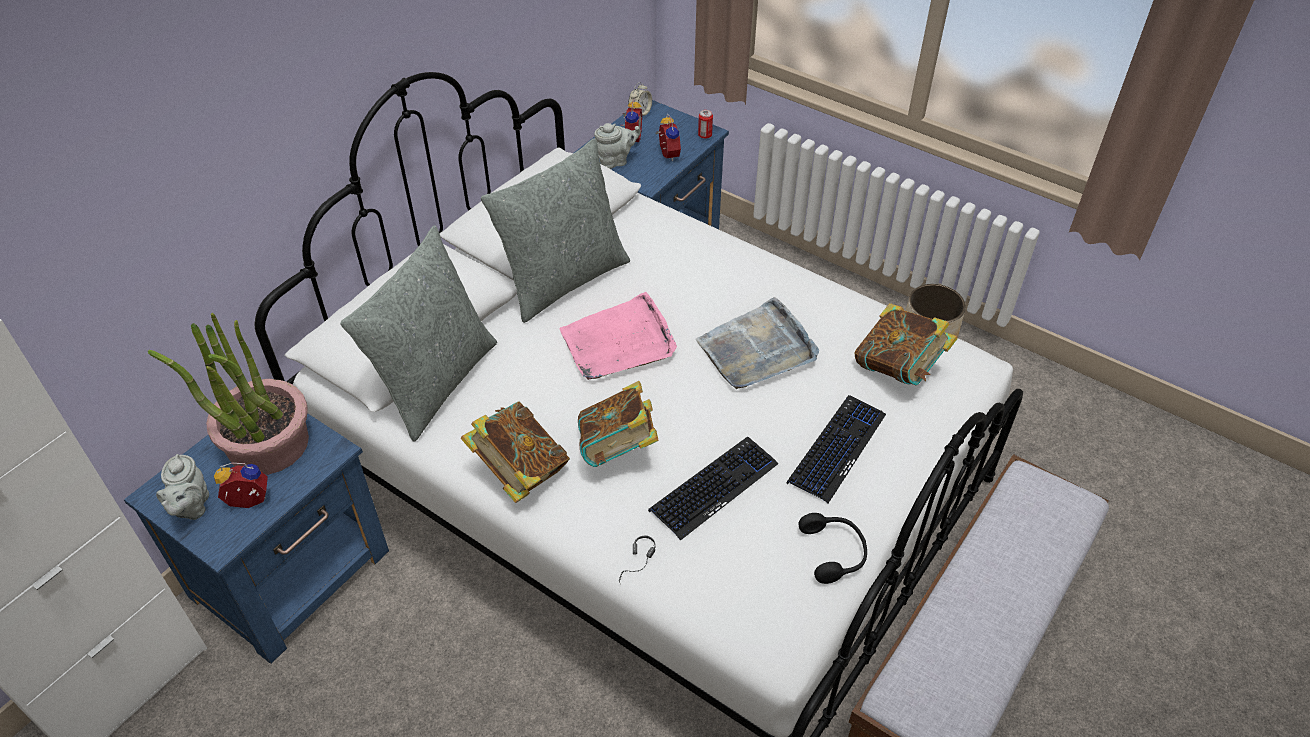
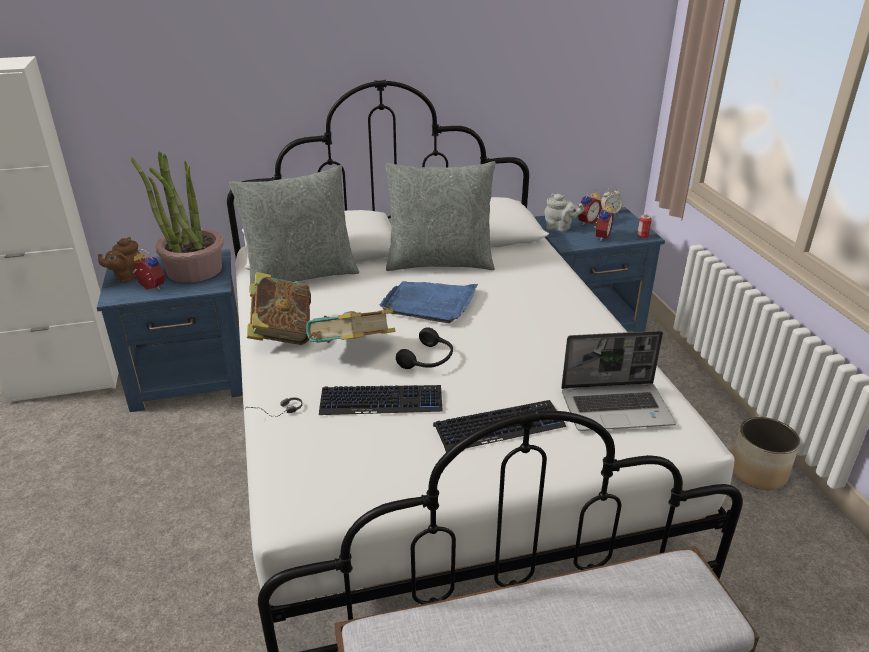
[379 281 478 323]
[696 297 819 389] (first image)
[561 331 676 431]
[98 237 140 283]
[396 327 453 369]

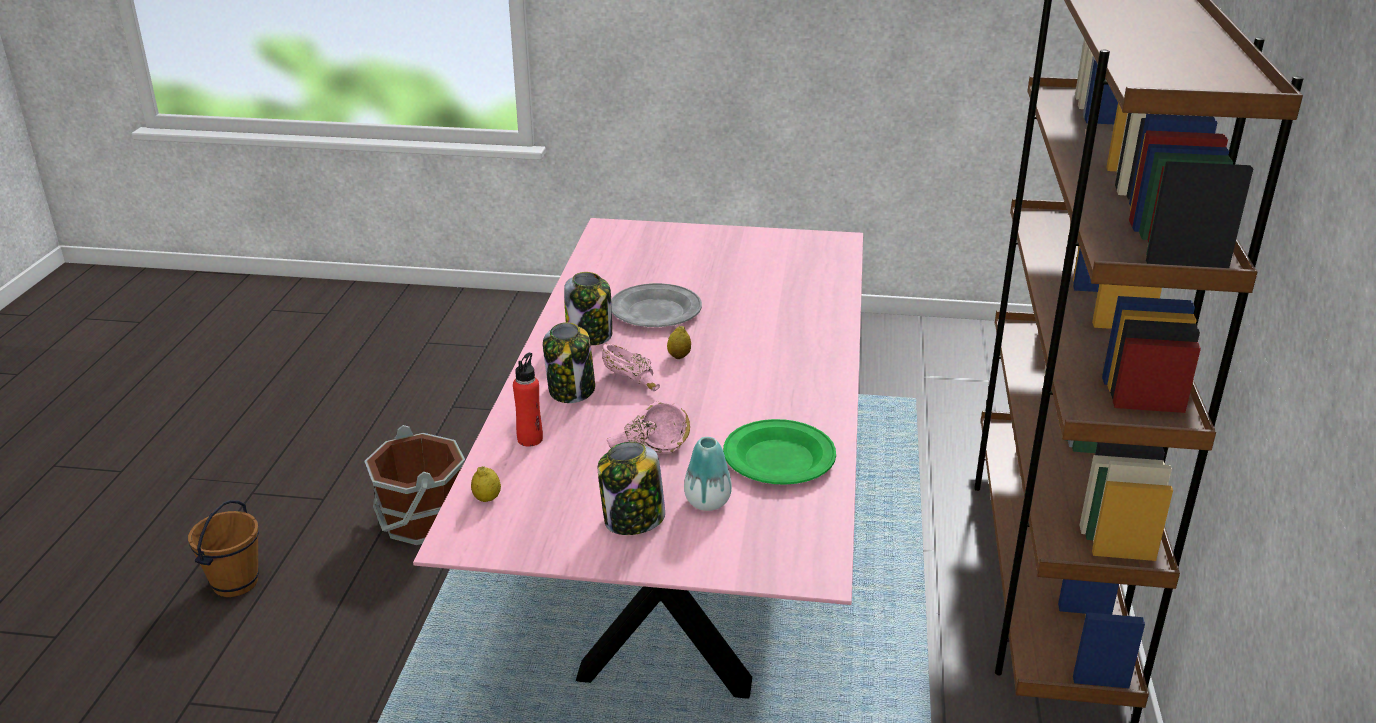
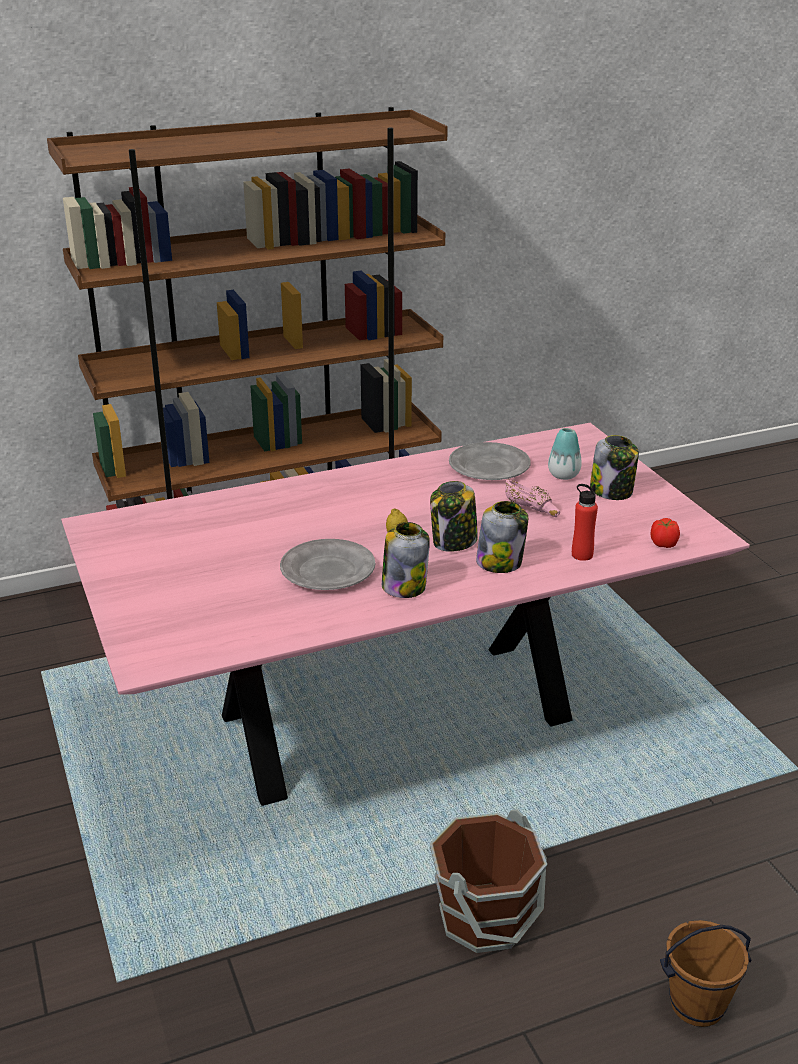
[430 481 478 552]
[449 442 531 480]
[651 518 680 548]

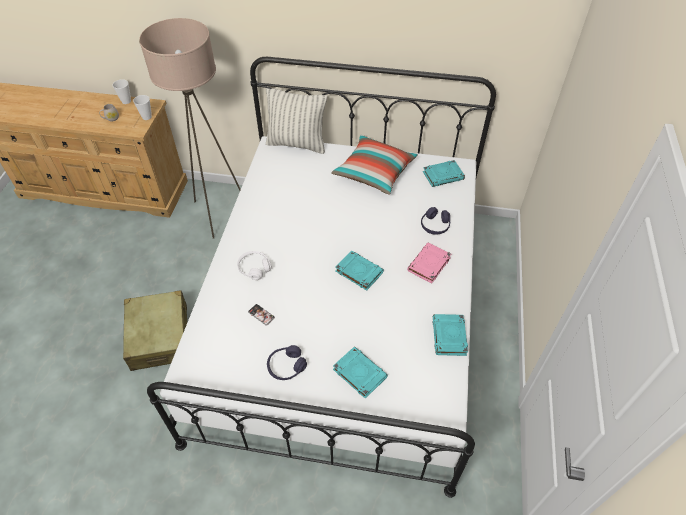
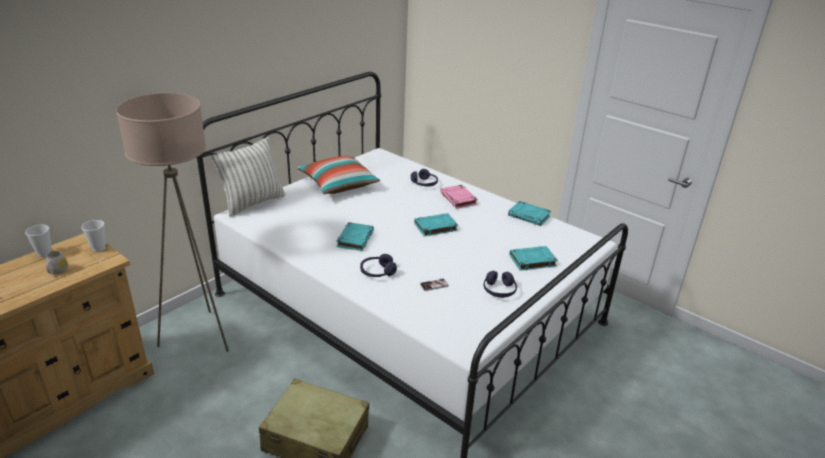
[336 222 374 251]
[360 254 397 277]

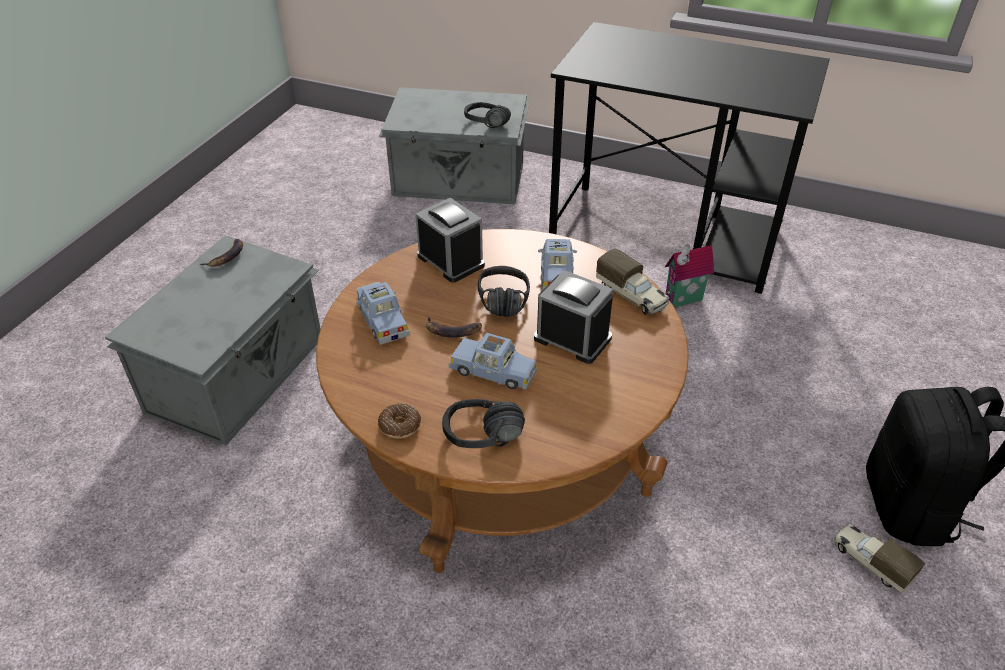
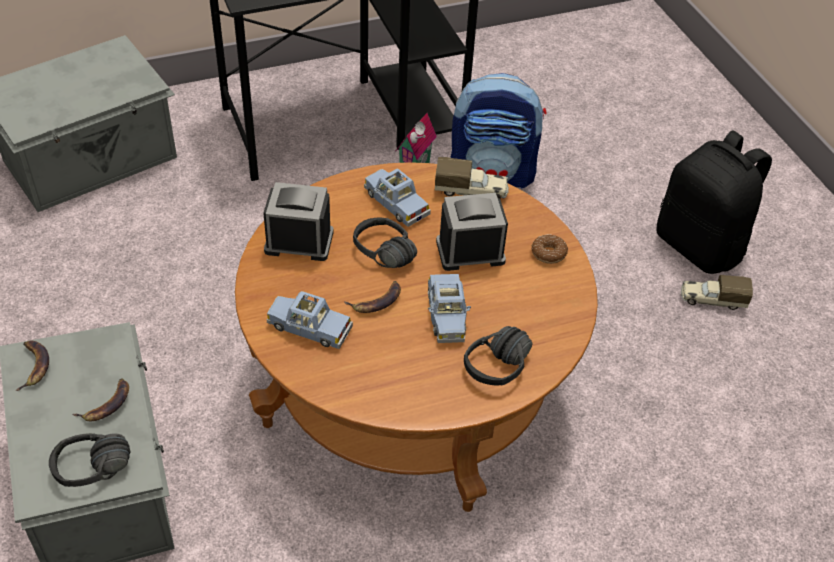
[49 433 130 487]
[428 274 471 343]
[532 234 568 264]
[450 73 547 189]
[73 378 129 422]

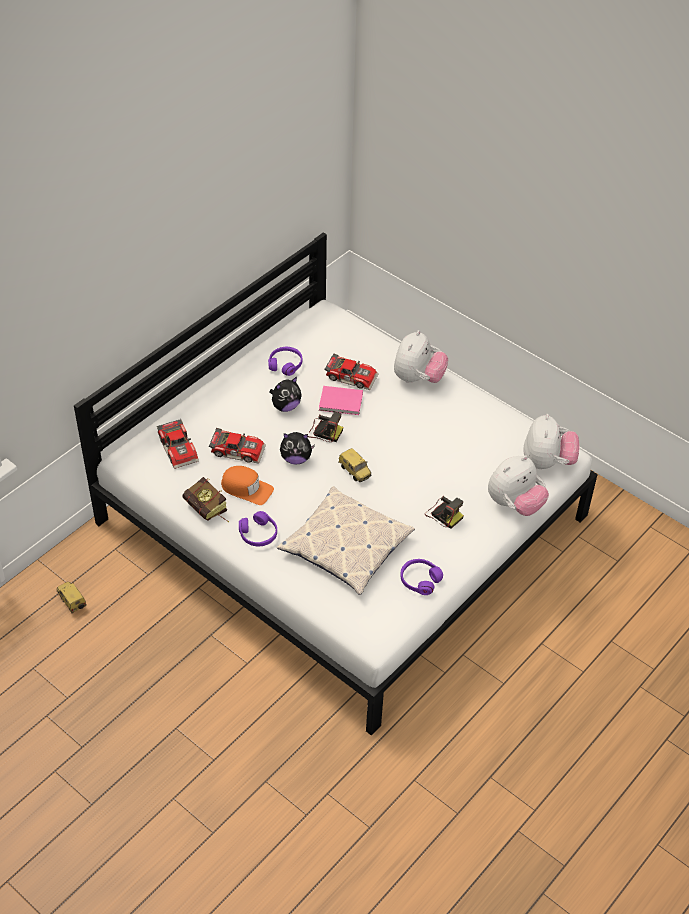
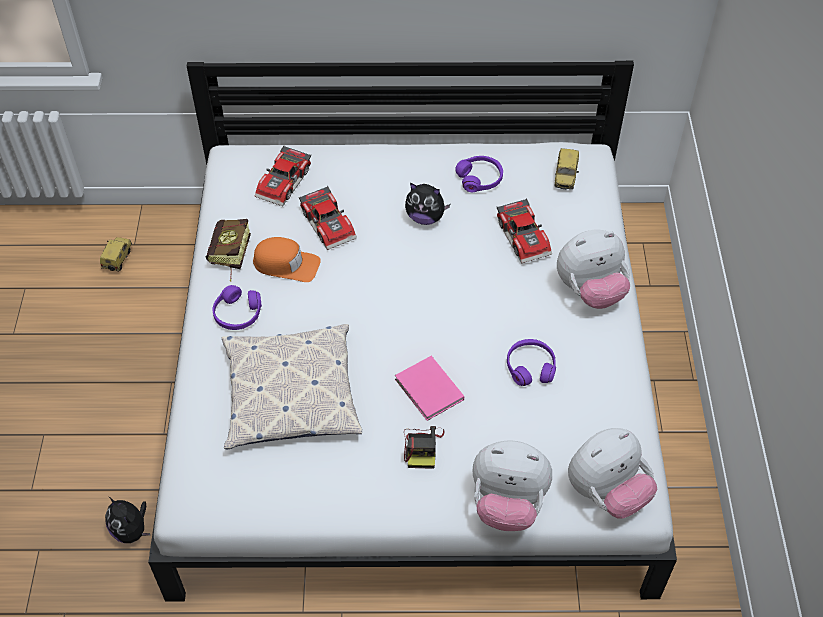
[395 356 464 421]
[308 412 343 442] (first image)
[105 497 151 543]
[554 148 579 190]
[253 237 321 282]
[507 339 556 386]

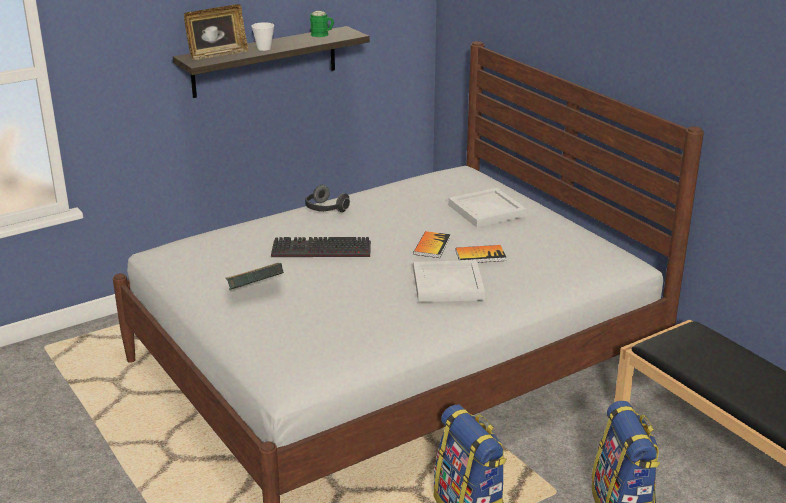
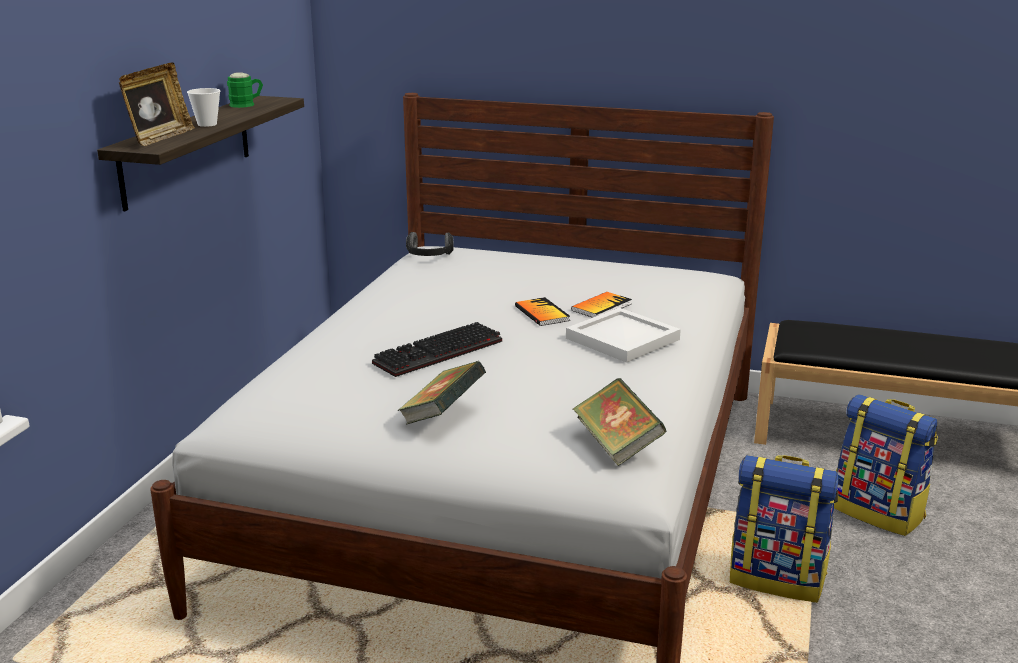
[406 232 454 256]
[448 188 527 228] (first image)
[573 378 666 466]

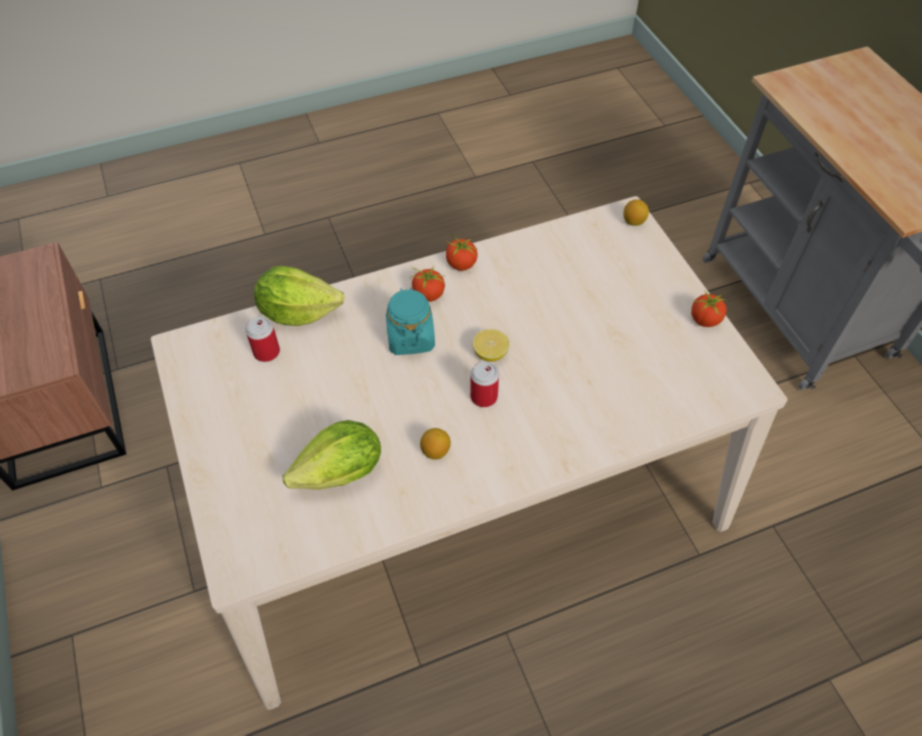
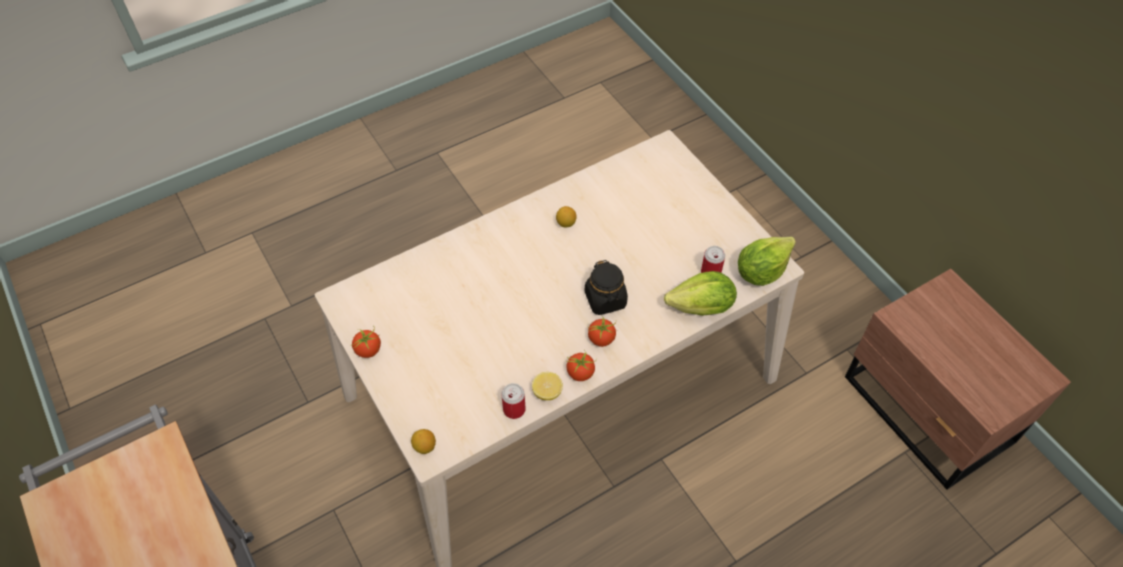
[585 260 628 315]
[532 372 563 400]
[501 383 526 419]
[738 237 796 286]

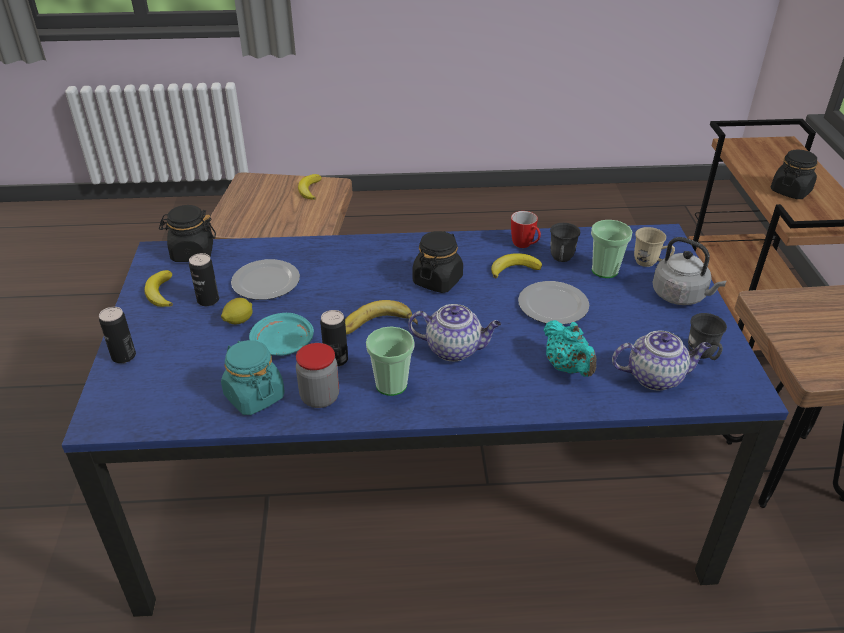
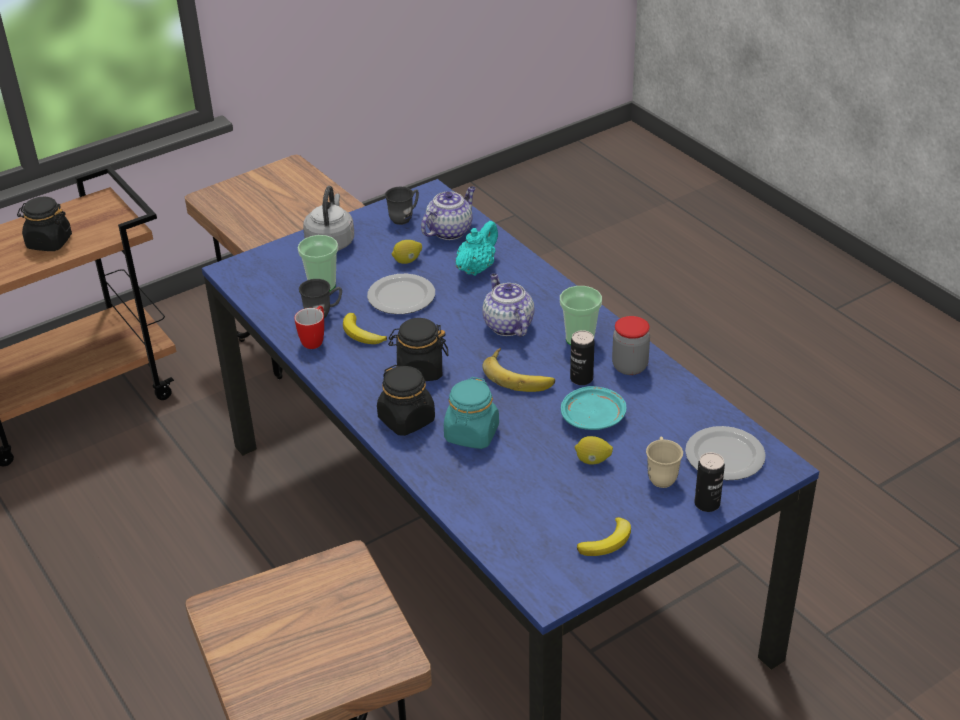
[298 174 322 200] (first image)
[377 365 435 436]
[646 436 683 488]
[189 253 219 306] (first image)
[685 426 766 480]
[421 186 476 240]
[444 377 499 449]
[392 240 422 264]

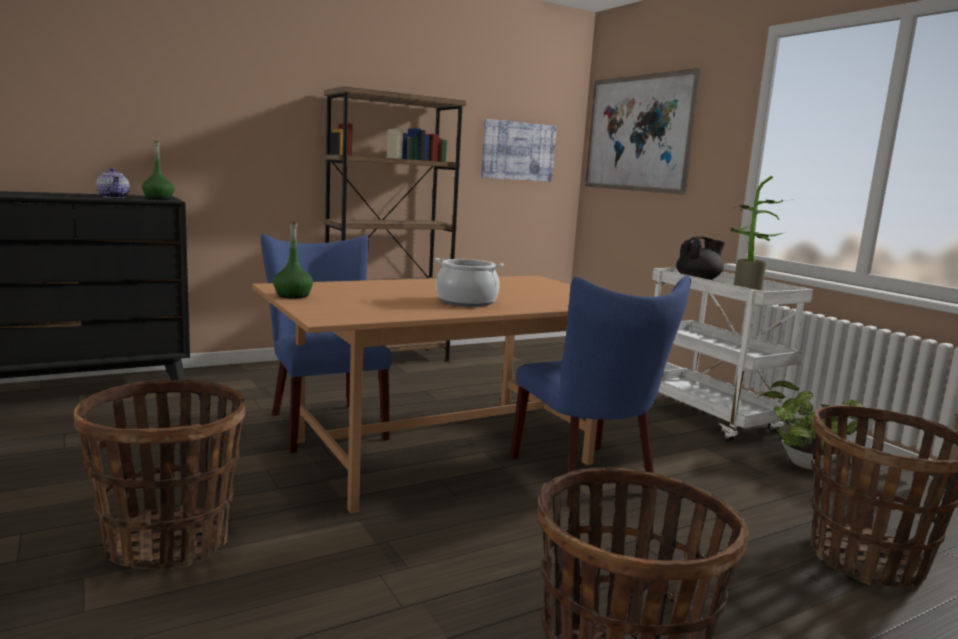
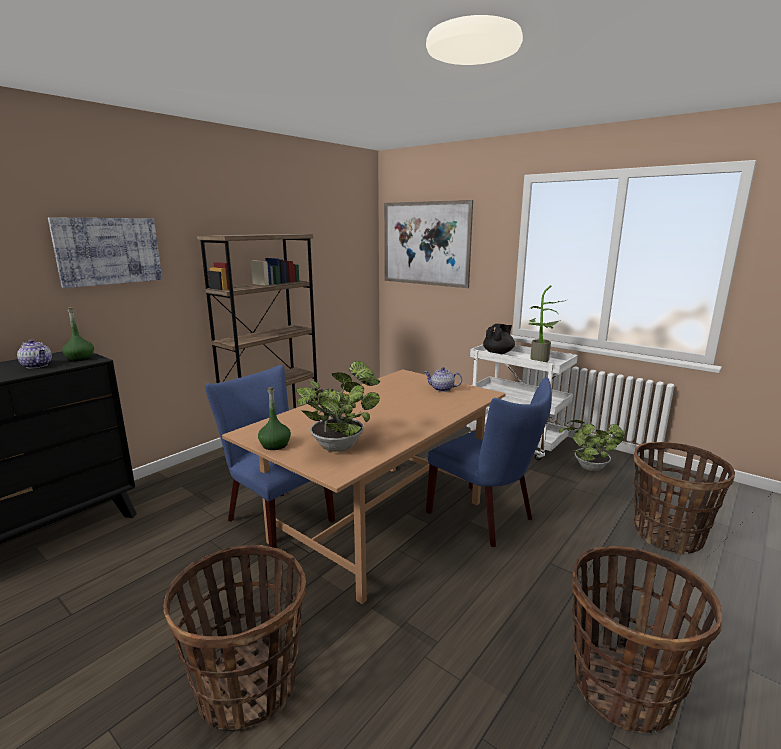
[48 218 162 288]
[434 258 504 307] (first image)
[296 361 380 452]
[424 367 462 392]

